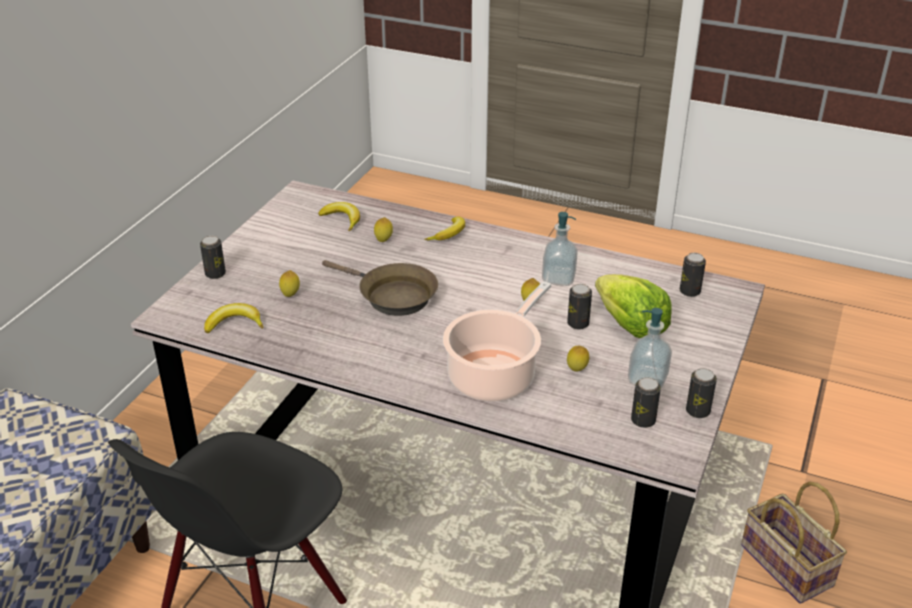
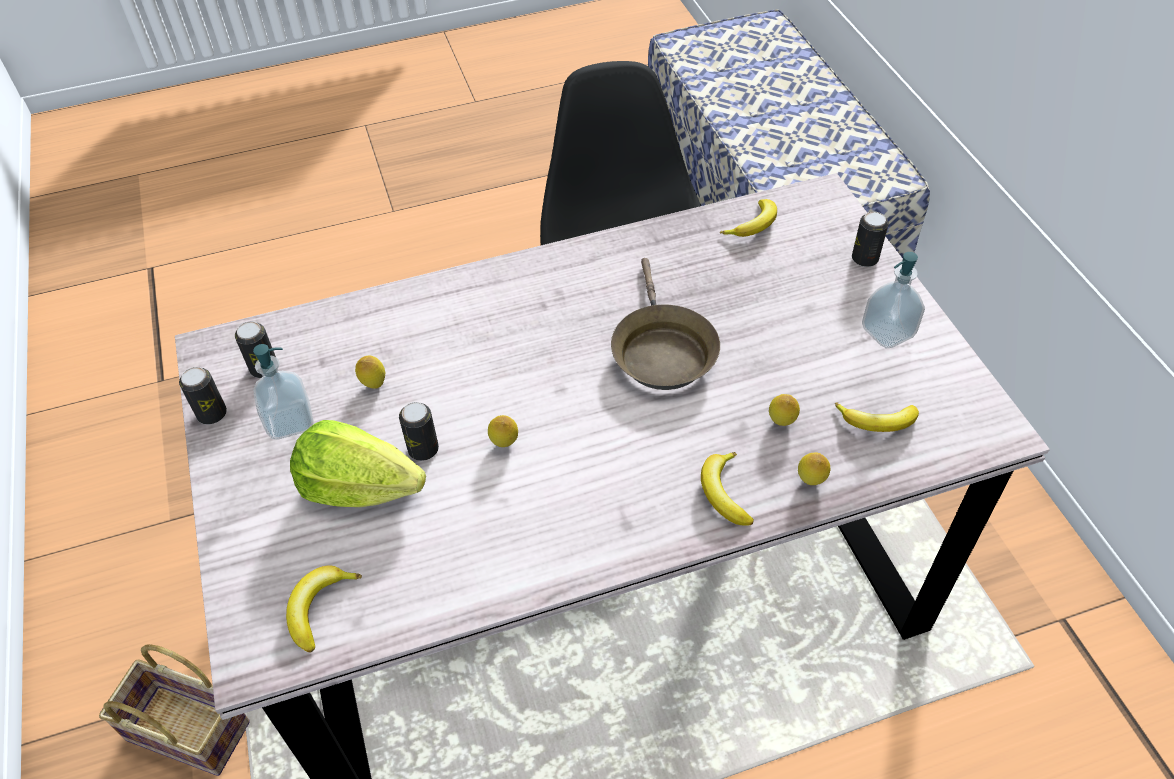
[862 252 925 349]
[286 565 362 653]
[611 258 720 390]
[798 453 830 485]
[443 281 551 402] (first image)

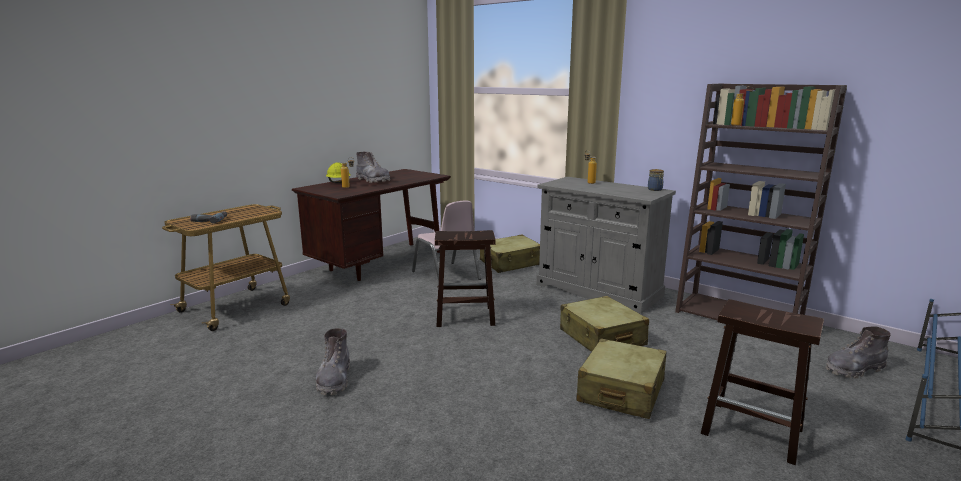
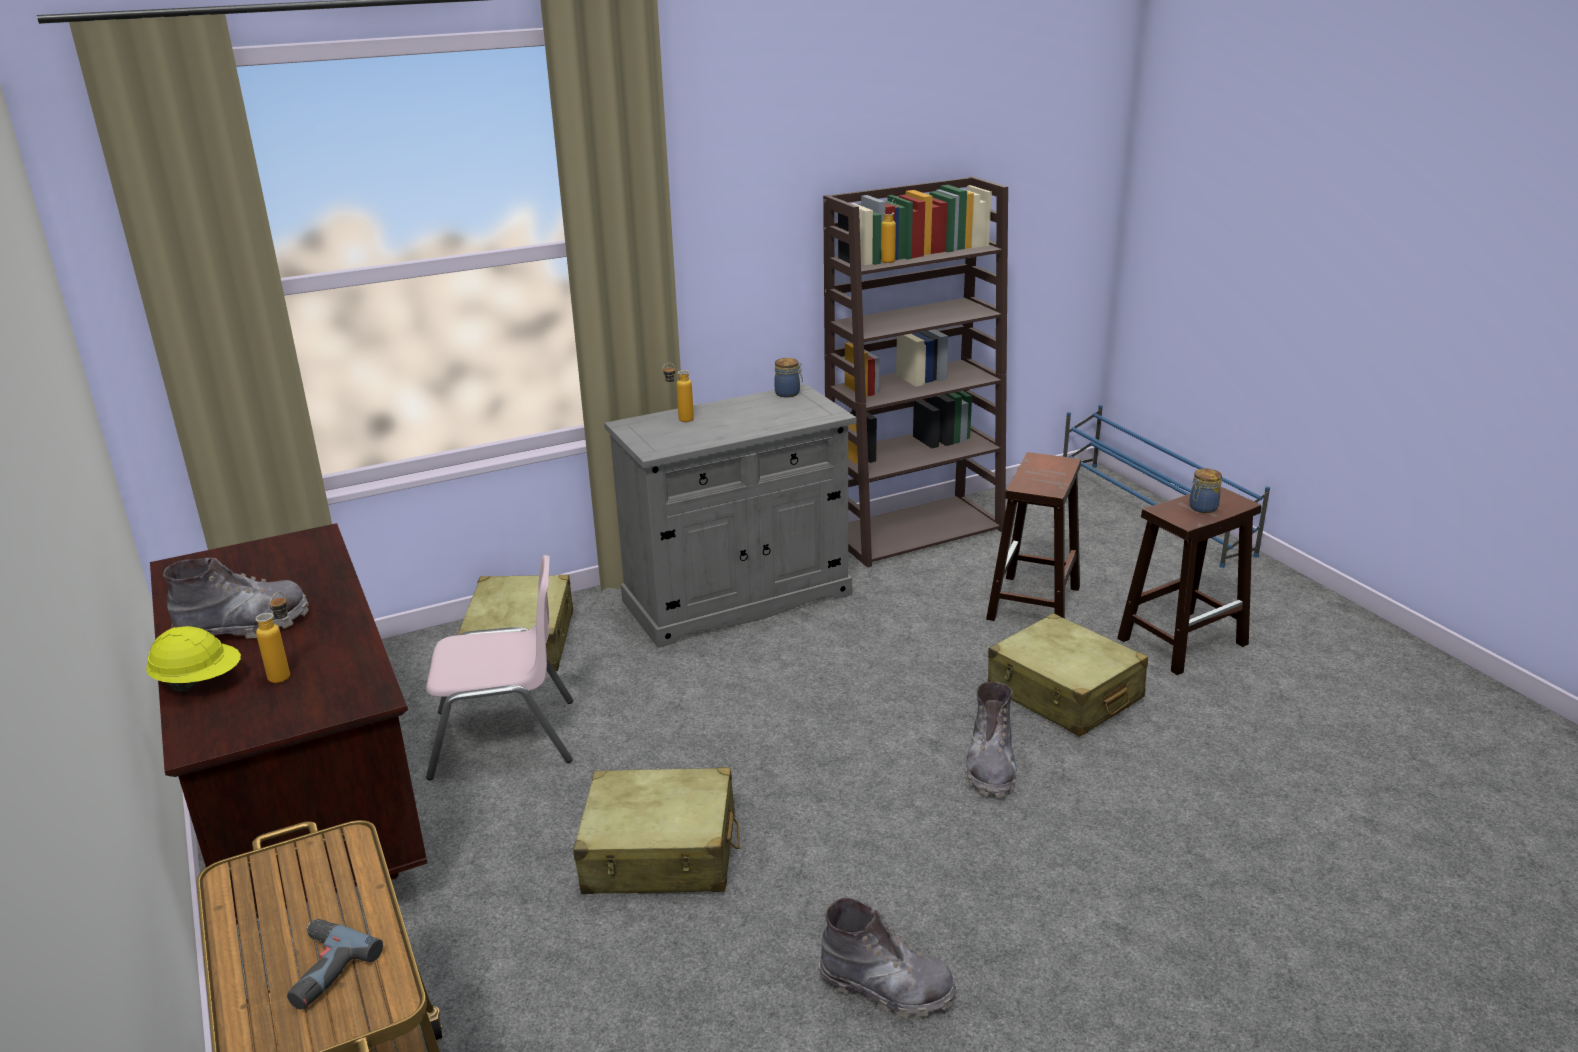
[986 452 1081 621]
[573 767 740 894]
[965 682 1017 798]
[1189 468 1222 513]

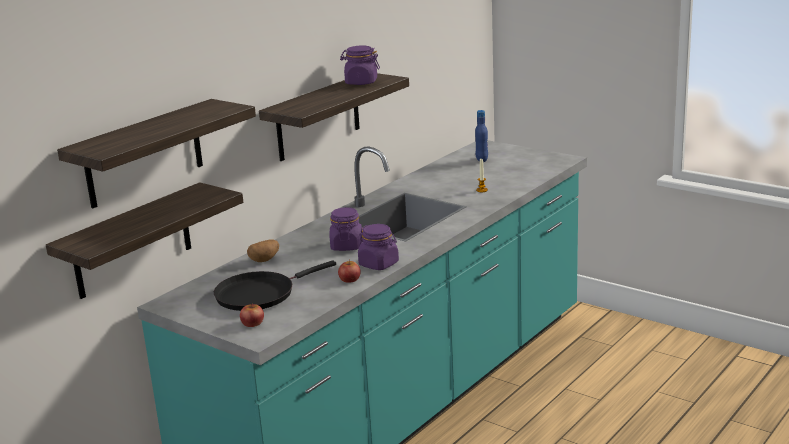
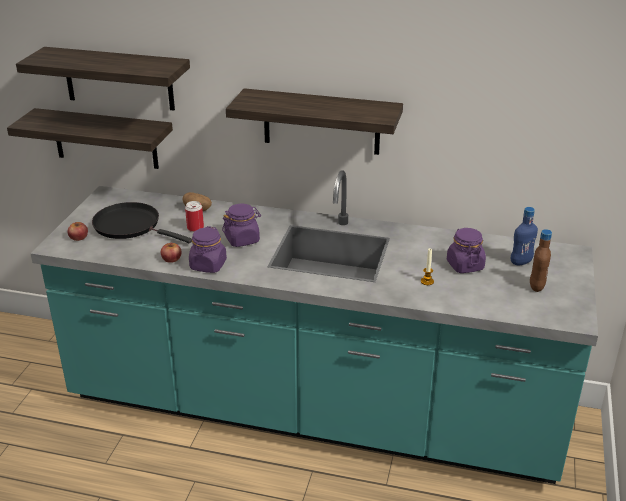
[447 228 486 273]
[185 201 204 232]
[530 229 552 292]

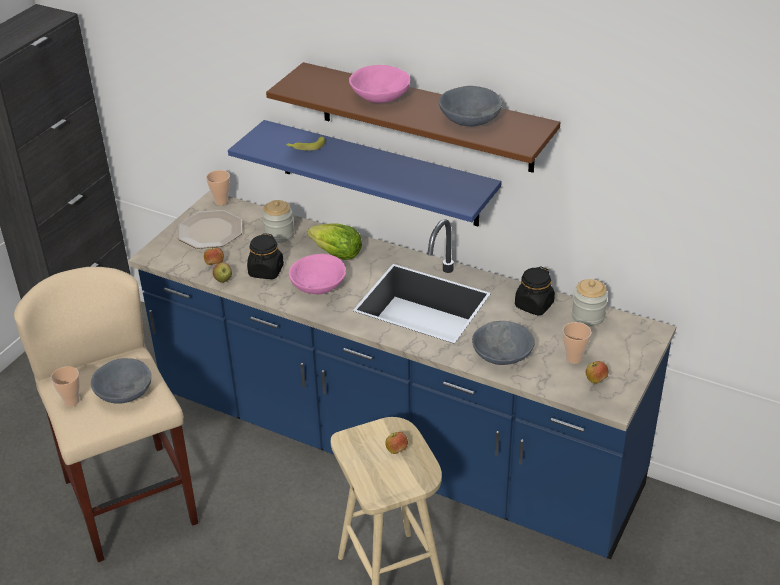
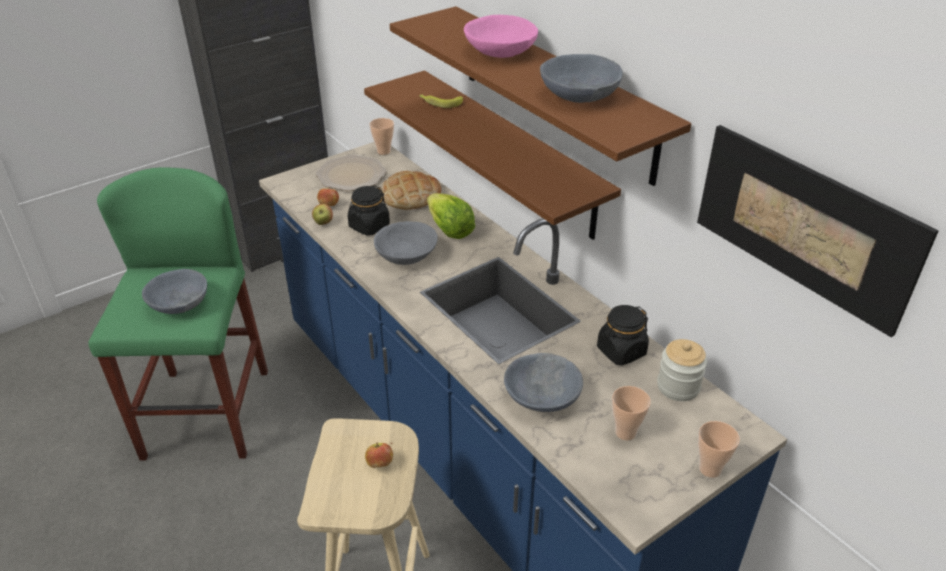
[364 71 621 240]
[380 171 441 210]
[374 221 438 265]
[88 167 268 460]
[586 361 608 383] (first image)
[698 421 740 478]
[697 125 939 337]

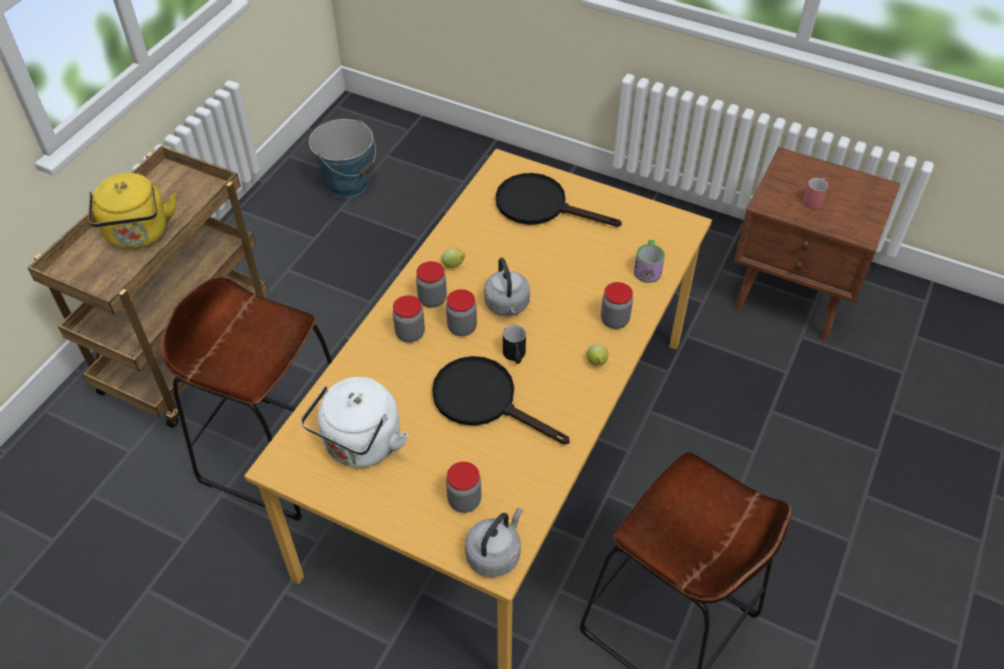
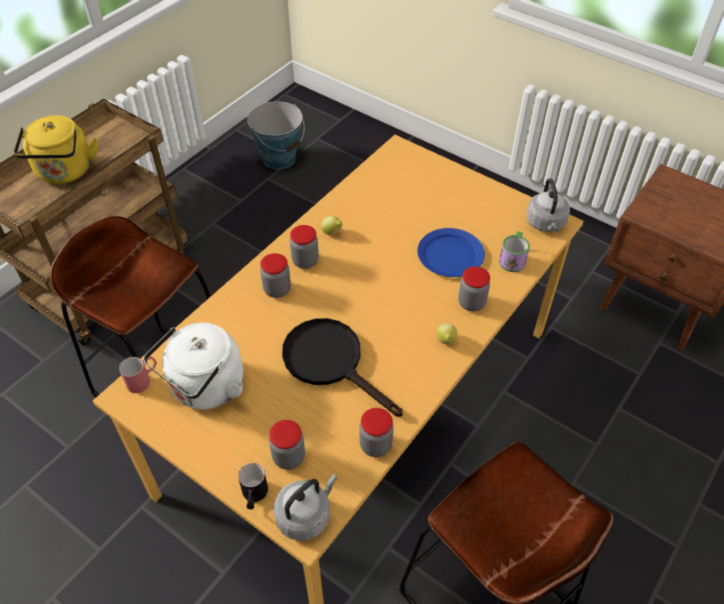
[496 173 622 227] (first image)
[119 356 157 393]
[526 178 570 232]
[359 408 394 457]
[238 463 268 509]
[417 228 485 277]

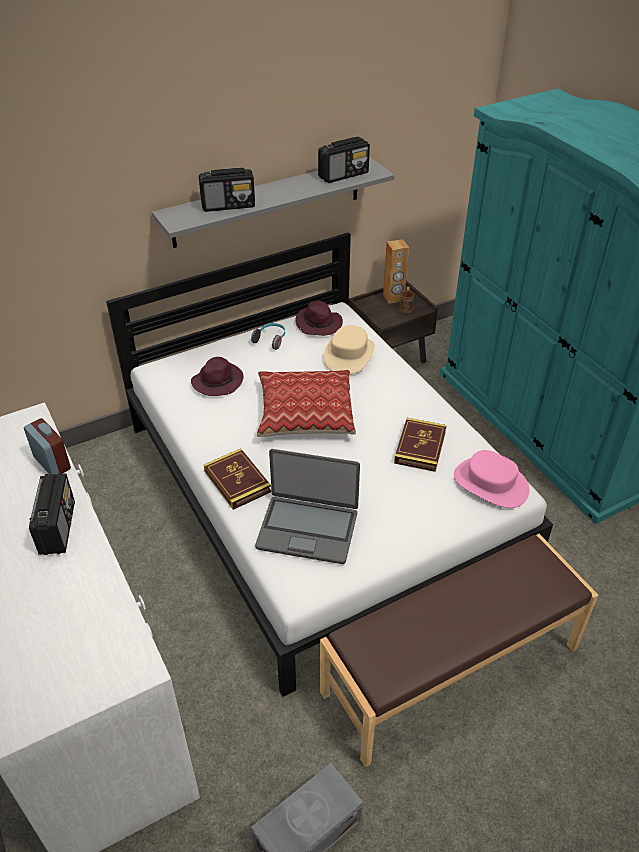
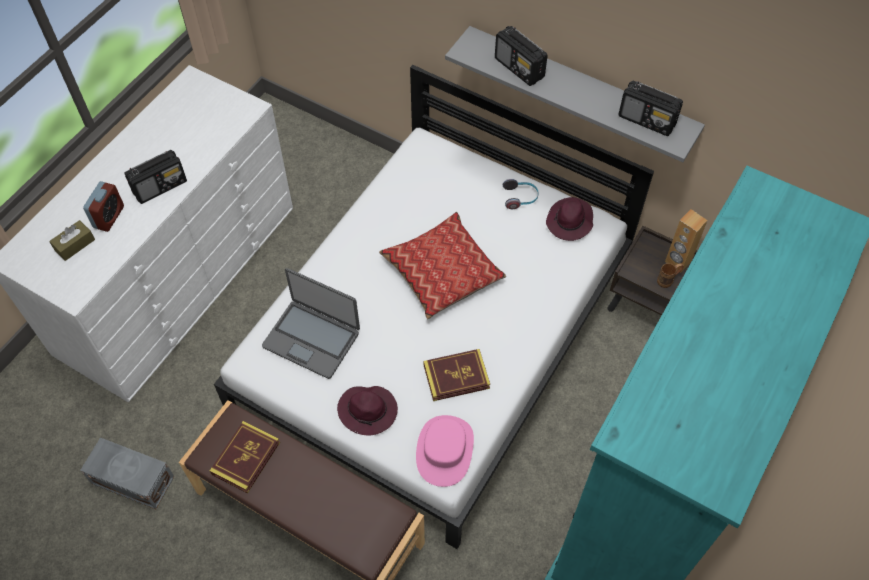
[324 325 375 375] (first image)
[337 386 398 436]
[83 181 124 232]
[210 421 280 493]
[262 268 360 379]
[49 220 95 261]

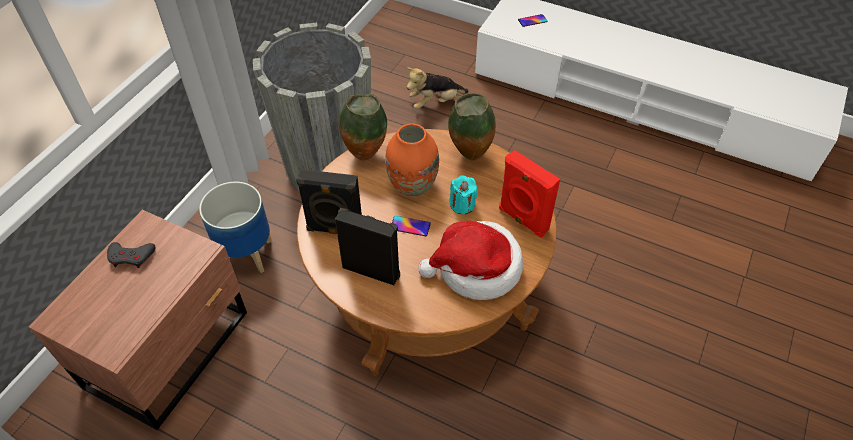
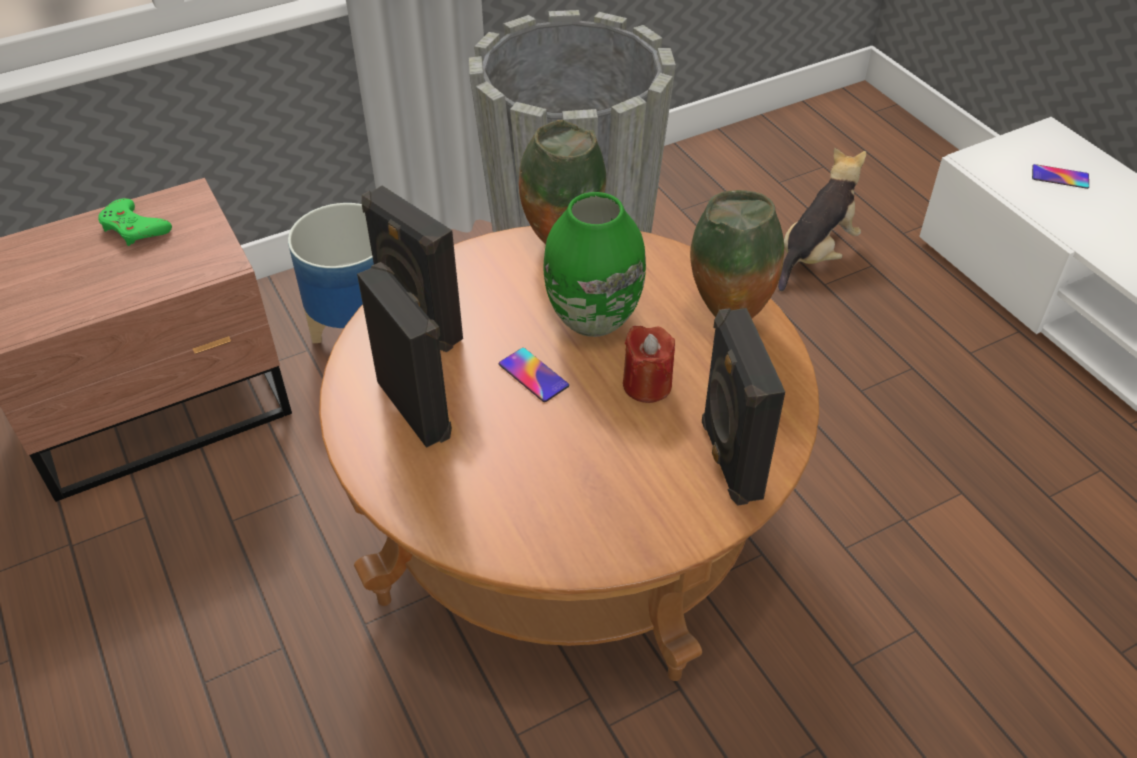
[778 148 866 291]
[543 192 646 337]
[702 308 785 506]
[623 326 675 403]
[418 221 523 300] (first image)
[98 198 172 246]

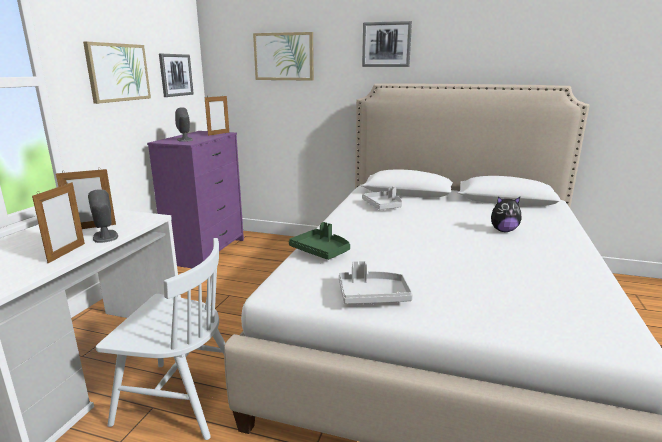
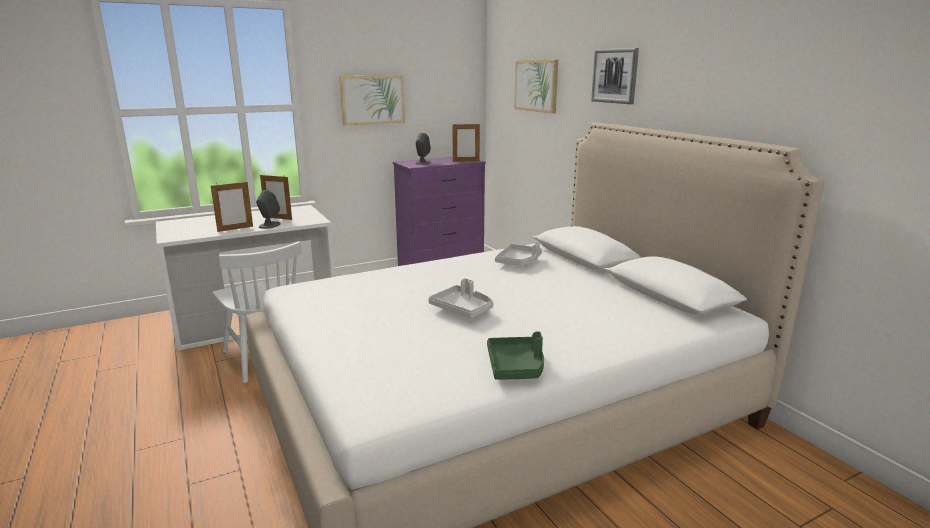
[159 54 194 97] (first image)
[491 196 521 232] (first image)
[487 331 544 379]
[429 278 493 318]

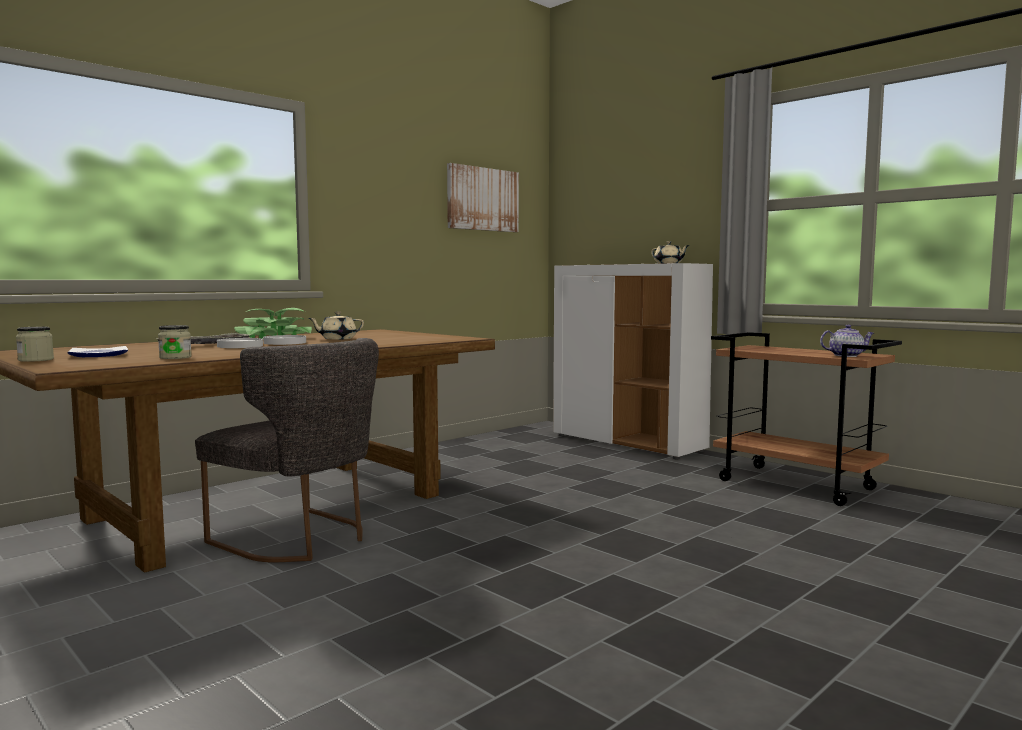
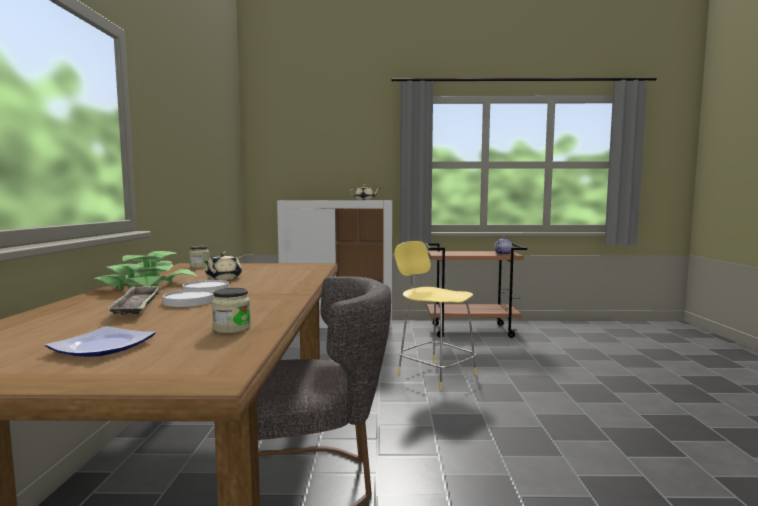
[447 163 519 232] (first image)
[189 246 210 268]
[395 241 477 390]

